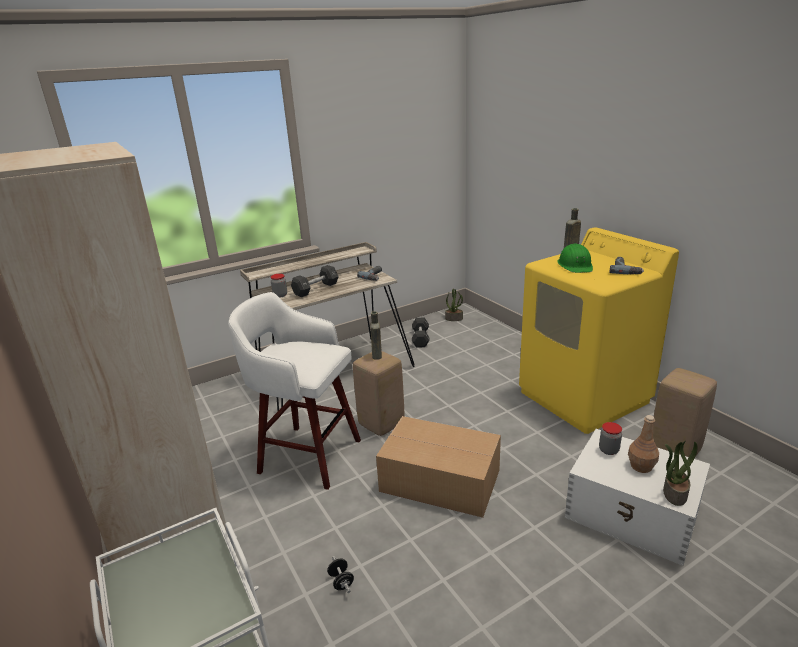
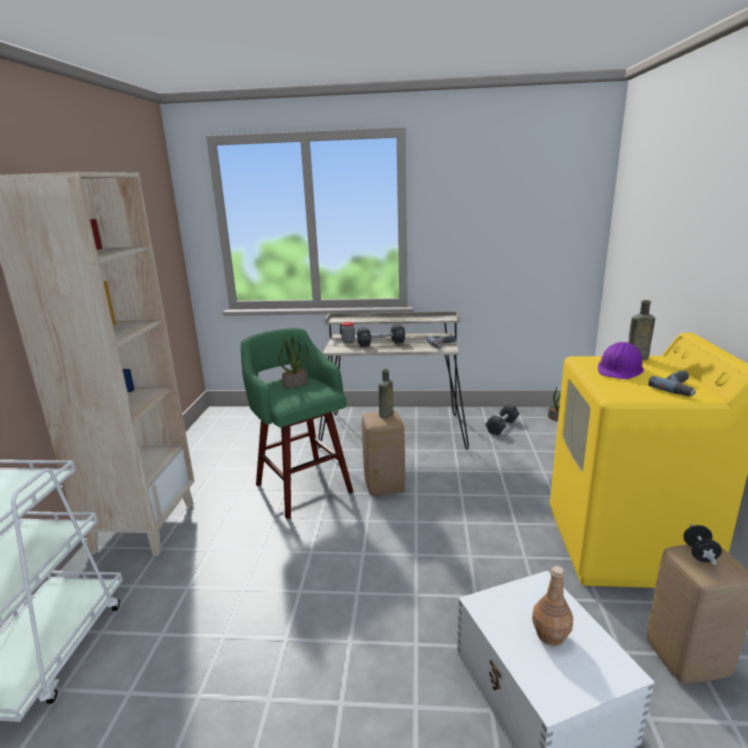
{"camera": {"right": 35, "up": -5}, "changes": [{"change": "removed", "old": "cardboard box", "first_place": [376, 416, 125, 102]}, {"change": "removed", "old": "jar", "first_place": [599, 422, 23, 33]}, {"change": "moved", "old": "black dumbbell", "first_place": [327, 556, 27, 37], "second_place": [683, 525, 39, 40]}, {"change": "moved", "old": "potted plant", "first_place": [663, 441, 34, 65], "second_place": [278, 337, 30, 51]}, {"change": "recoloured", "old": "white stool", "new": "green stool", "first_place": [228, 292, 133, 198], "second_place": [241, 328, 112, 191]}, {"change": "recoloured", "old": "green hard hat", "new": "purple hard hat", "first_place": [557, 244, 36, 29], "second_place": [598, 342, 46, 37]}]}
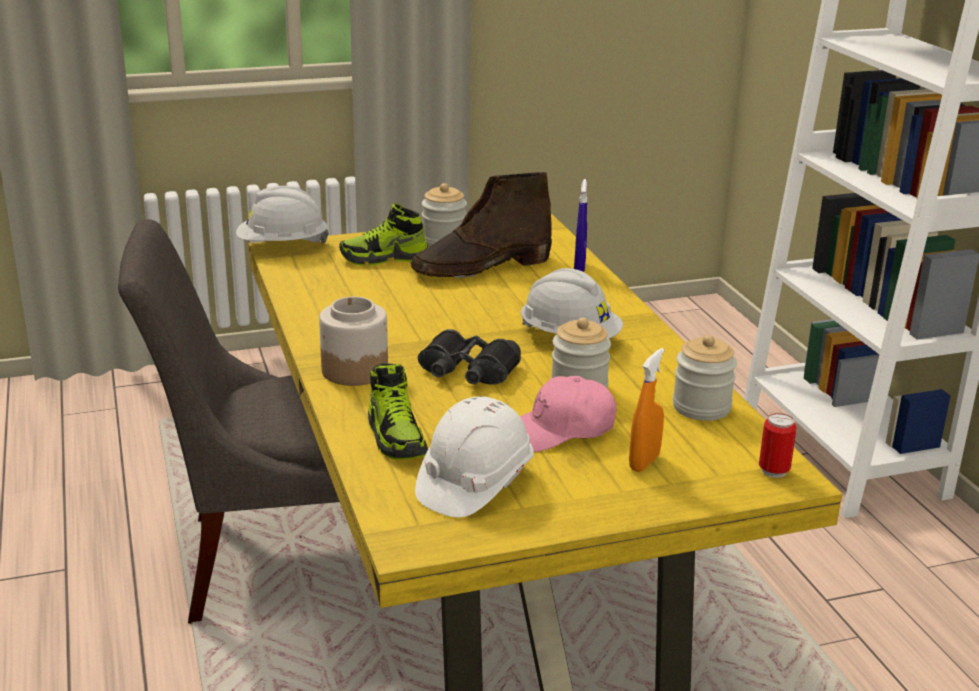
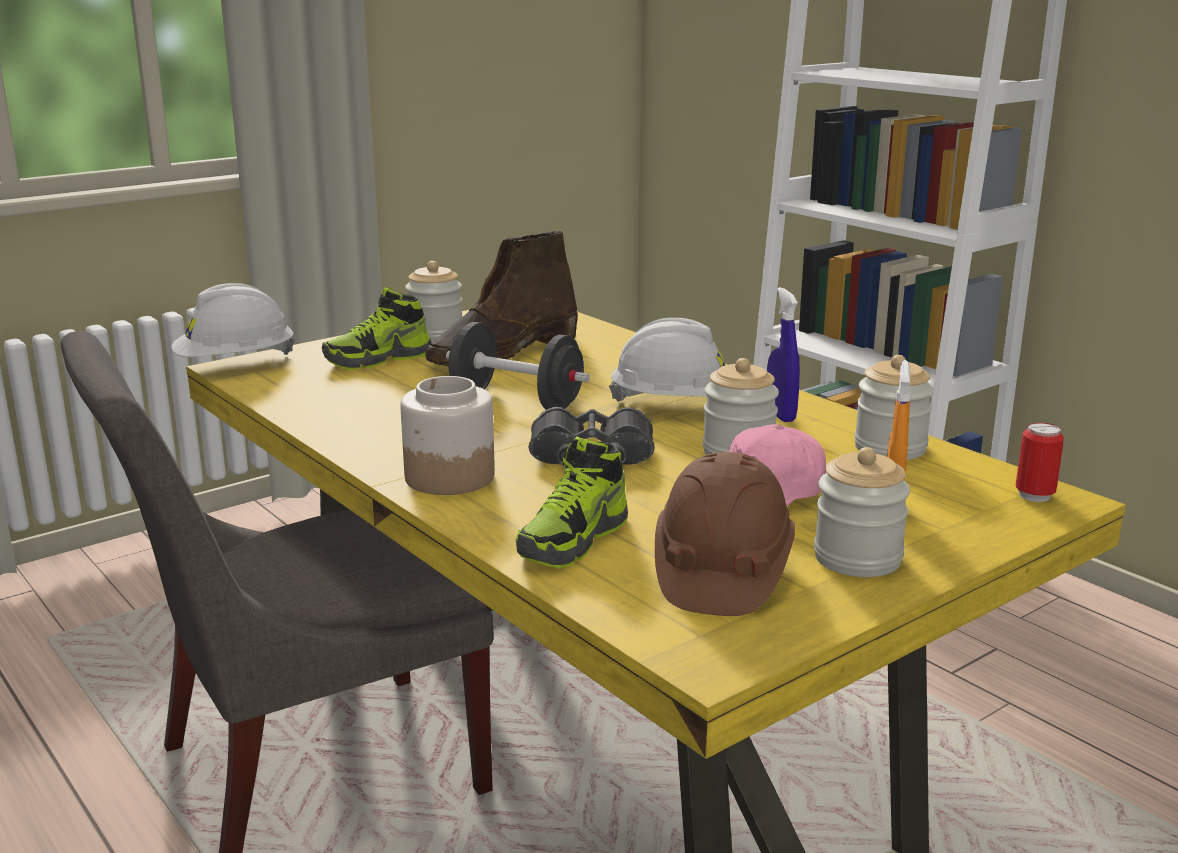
{"camera": {"right": -20, "up": -5}, "changes": [{"change": "added", "new": "black dumbbell", "second_place": [446, 322, 144, 88]}, {"change": "added", "new": "jar", "second_place": [814, 447, 96, 130]}, {"change": "moved", "old": "blue spray bottle", "first_place": [574, 179, 13, 93], "second_place": [767, 287, 33, 135]}, {"change": "recoloured", "old": "white hard hat", "new": "brown hard hat", "first_place": [415, 396, 119, 122], "second_place": [655, 452, 140, 164]}, {"change": "turned", "old": "shoe", "first_place": [368, 363, 60, 97], "second_place": [516, 436, 112, 132], "degrees": 75}]}
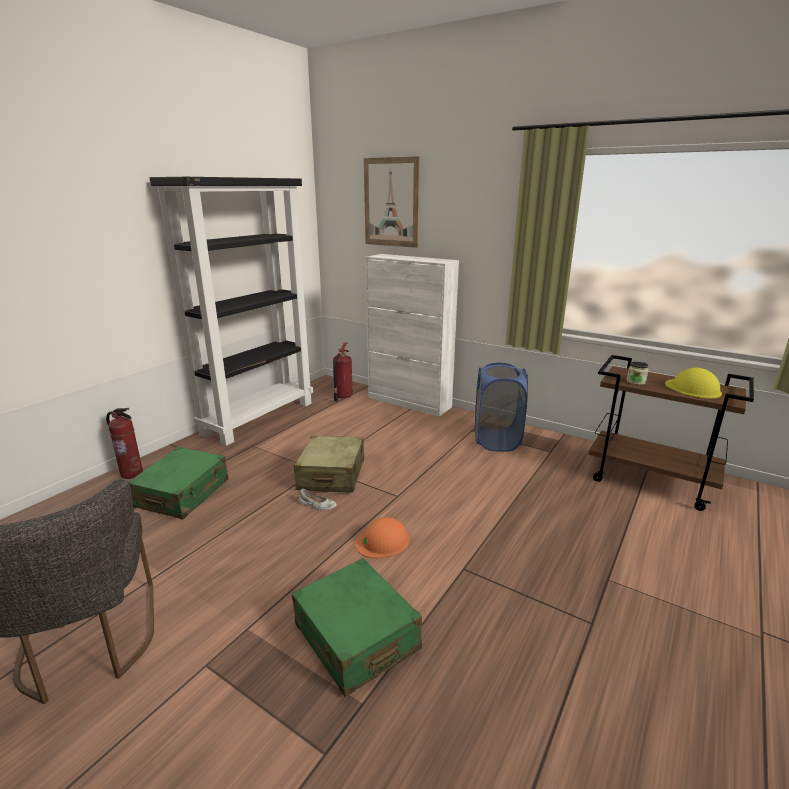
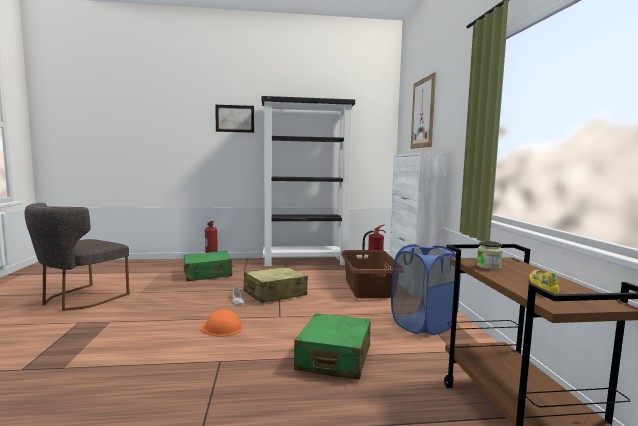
{"camera": {"right": 50, "up": -15}, "changes": [{"change": "added", "new": "picture", "second_place": [215, 105, 39, 28]}, {"change": "added", "new": "brown laundry basket", "second_place": [341, 250, 53, 48]}, {"change": "moved", "old": "green suitcase", "first_place": [292, 558, 130, 139], "second_place": [294, 313, 77, 67]}, {"change": "replaced", "old": "yellow hard hat", "new": "yellow shoe", "first_place": [665, 368, 57, 31], "second_place": [529, 270, 30, 24]}]}
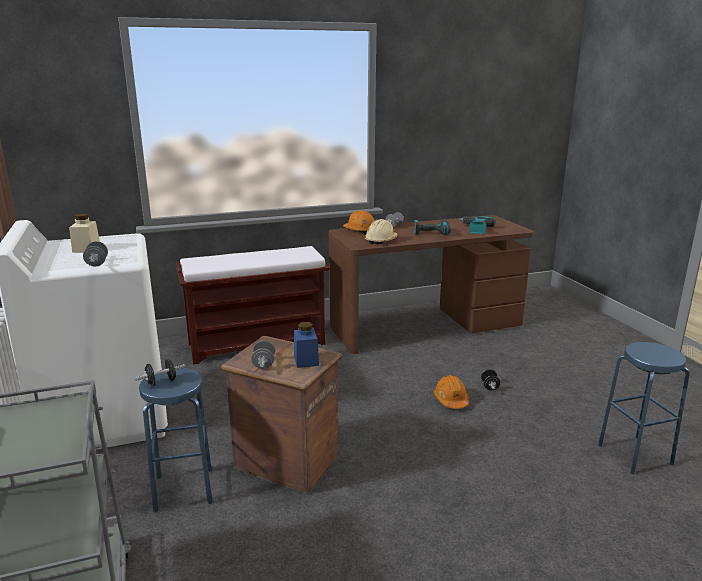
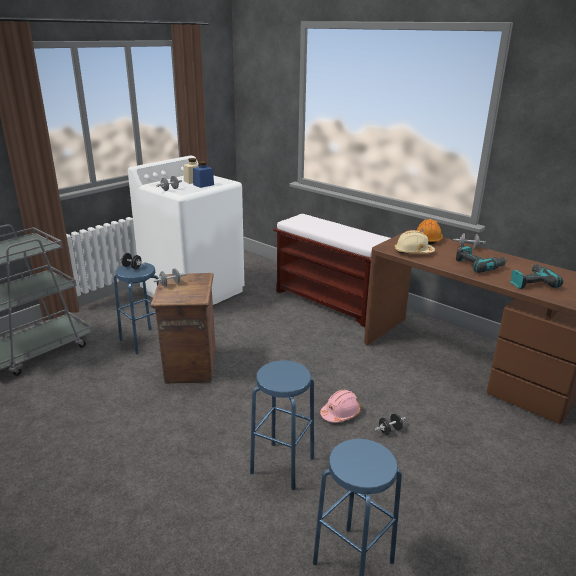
{"camera": {"right": 60, "up": 5}, "changes": [{"change": "added", "new": "blue stool", "second_place": [250, 361, 64, 129]}, {"change": "moved", "old": "blue jar", "first_place": [294, 322, 25, 46], "second_place": [193, 161, 21, 27]}, {"change": "recoloured", "old": "orange hard hat", "new": "pink hard hat", "first_place": [434, 375, 35, 34], "second_place": [320, 390, 41, 33]}]}
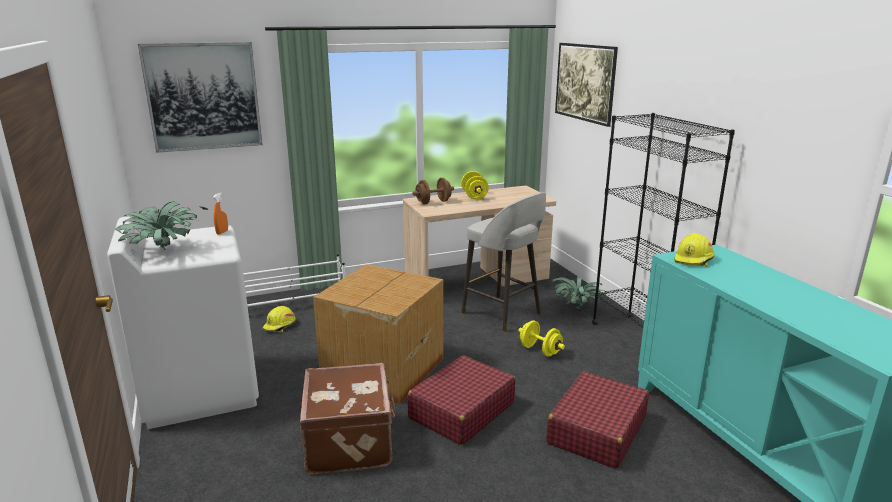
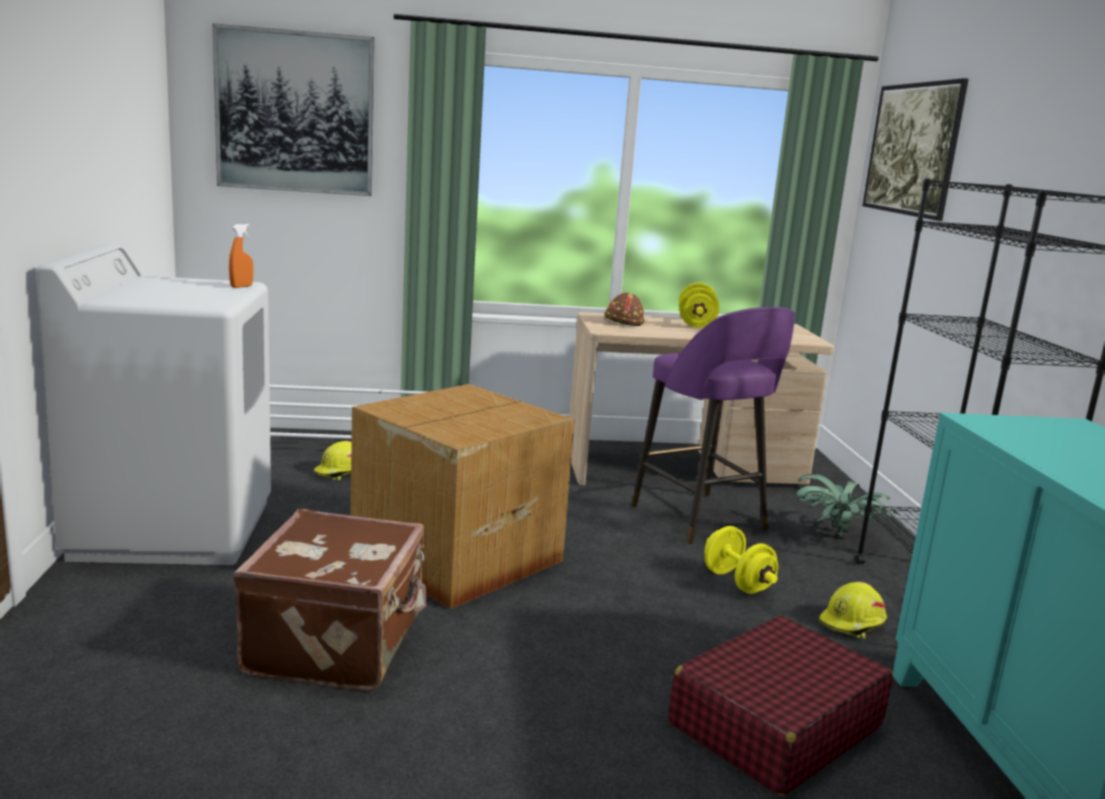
{"camera": {"right": 15, "up": -5}, "changes": [{"change": "removed", "old": "potted plant", "first_place": [115, 202, 93, 48]}, {"change": "removed", "old": "red suitcase", "first_place": [407, 355, 109, 90]}, {"change": "moved", "old": "yellow hard hat", "first_place": [674, 233, 41, 34], "second_place": [818, 582, 69, 57]}, {"change": "replaced", "old": "brown dumbbell", "new": "brown hard hat", "first_place": [412, 178, 42, 26], "second_place": [604, 293, 40, 33]}, {"change": "recoloured", "old": "grey stool", "new": "purple stool", "first_place": [461, 192, 85, 140], "second_place": [631, 307, 164, 238]}]}
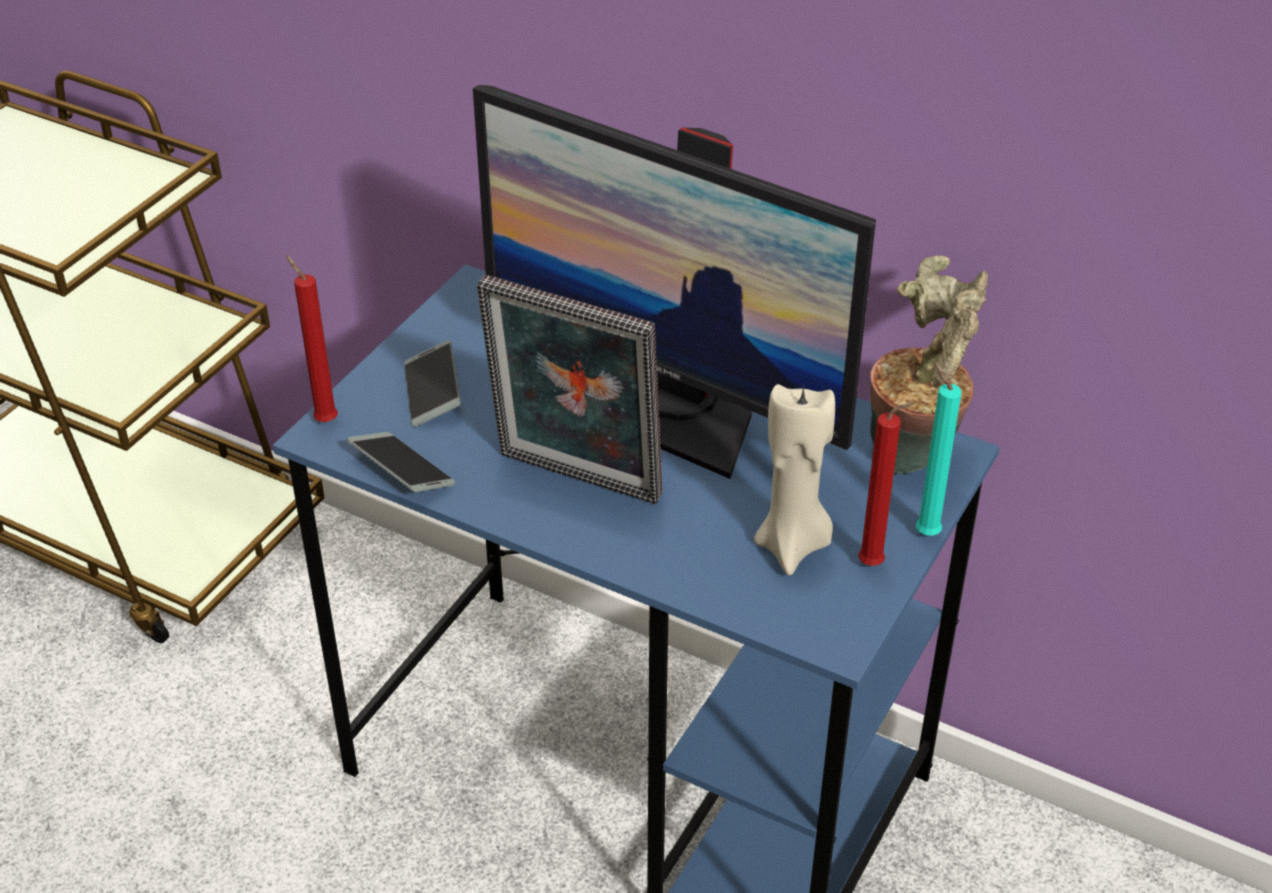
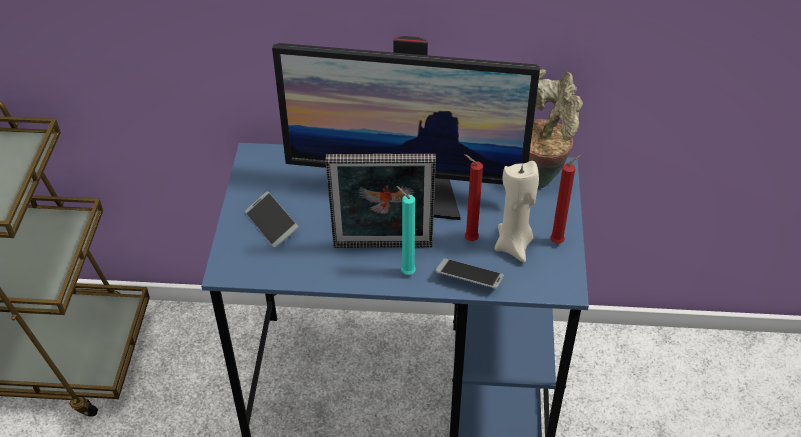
{"camera": {"right": -25, "up": 5}, "changes": [{"change": "moved", "old": "red candle", "first_place": [286, 255, 52, 167], "second_place": [464, 154, 19, 87]}, {"change": "moved", "old": "phone", "first_place": [347, 432, 108, 60], "second_place": [435, 258, 69, 31]}, {"change": "moved", "old": "turquoise candle", "first_place": [916, 362, 45, 174], "second_place": [396, 186, 20, 89]}]}
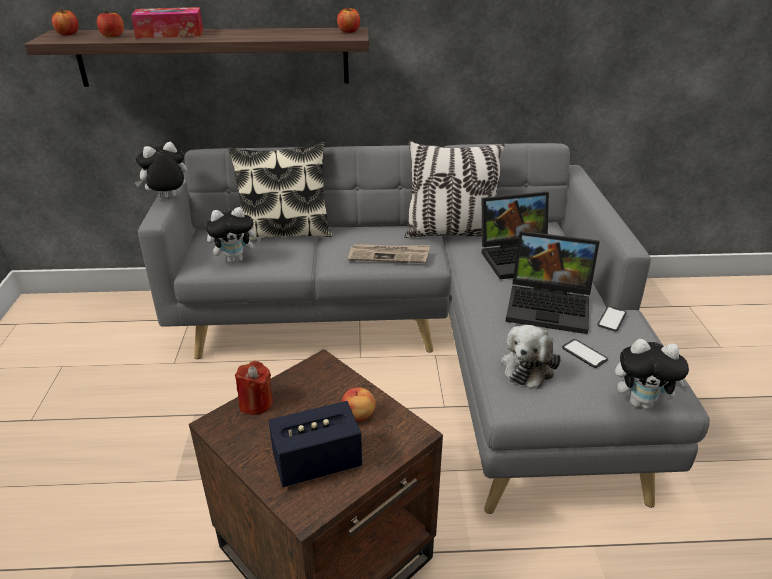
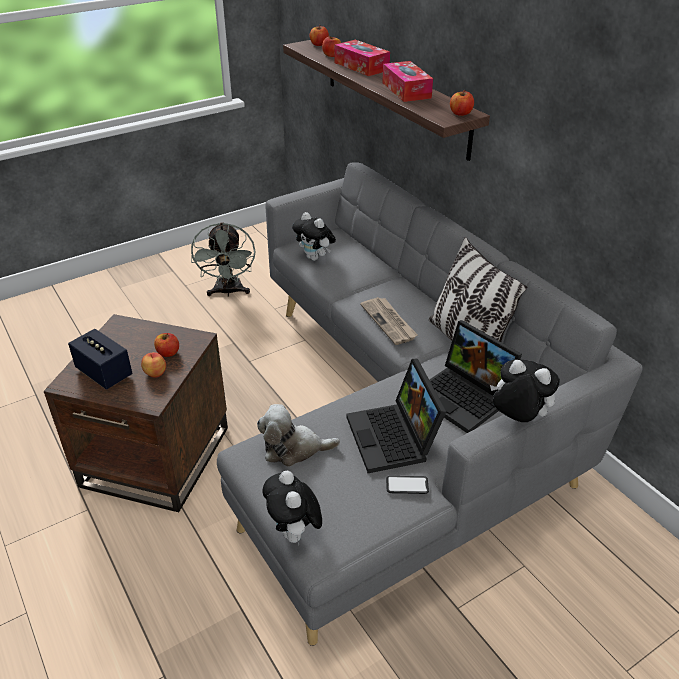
{"camera": {"right": 60, "up": 5}, "changes": [{"change": "removed", "old": "pillow", "first_place": [228, 142, 104, 99]}, {"change": "removed", "old": "red candle", "first_place": [235, 361, 38, 54]}, {"change": "removed", "old": "phone", "first_place": [562, 339, 46, 29]}, {"change": "added", "new": "apple", "second_place": [154, 333, 25, 24]}, {"change": "added", "new": "grey fan", "second_place": [191, 222, 64, 75]}, {"change": "added", "new": "tissue box", "second_place": [382, 61, 51, 41]}, {"change": "moved", "old": "plush toy", "first_place": [134, 142, 53, 57], "second_place": [490, 360, 70, 62]}]}
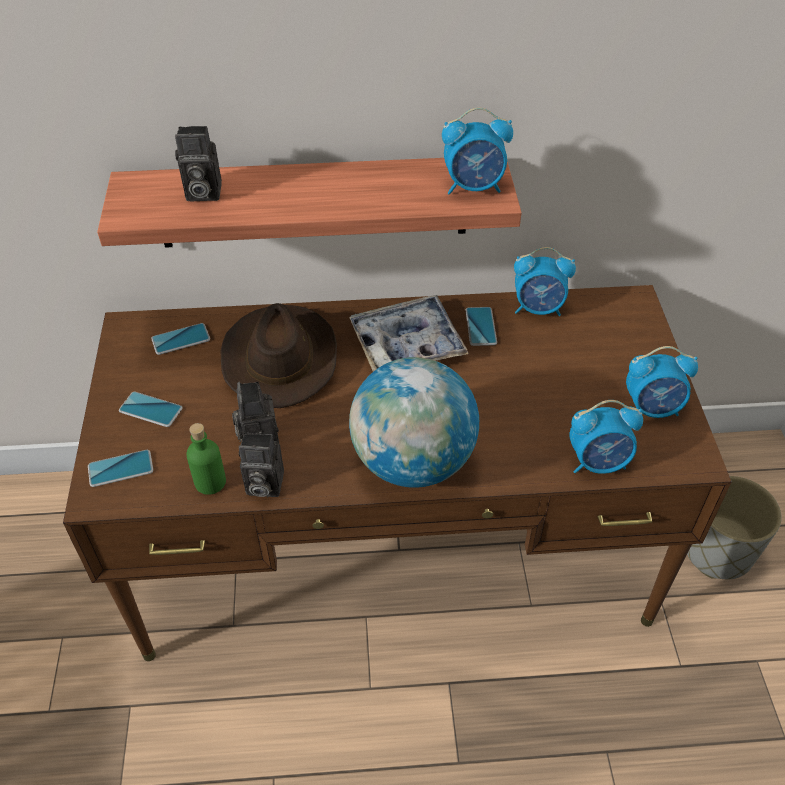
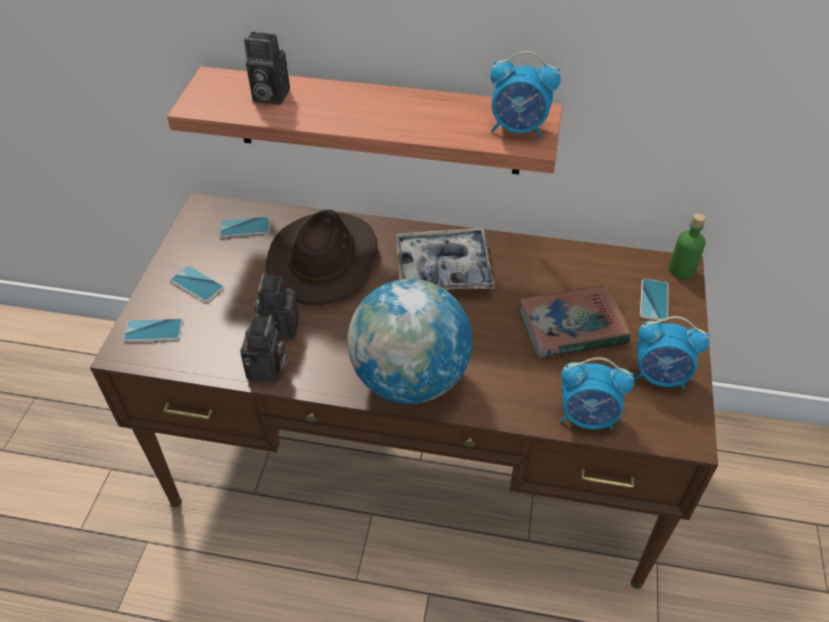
{"camera": {"right": 15, "up": 0}, "changes": [{"change": "removed", "old": "alarm clock", "first_place": [514, 247, 62, 69]}, {"change": "removed", "old": "grey planter", "first_place": [687, 476, 95, 103]}, {"change": "added", "new": "book", "second_place": [519, 285, 112, 73]}, {"change": "moved", "old": "green bottle", "first_place": [186, 423, 40, 72], "second_place": [669, 213, 37, 66]}, {"change": "moved", "old": "phone", "first_place": [465, 307, 32, 39], "second_place": [640, 279, 29, 43]}, {"change": "turned", "old": "photo camera", "first_place": [239, 432, 45, 65], "second_place": [240, 315, 47, 67], "degrees": -105}]}
